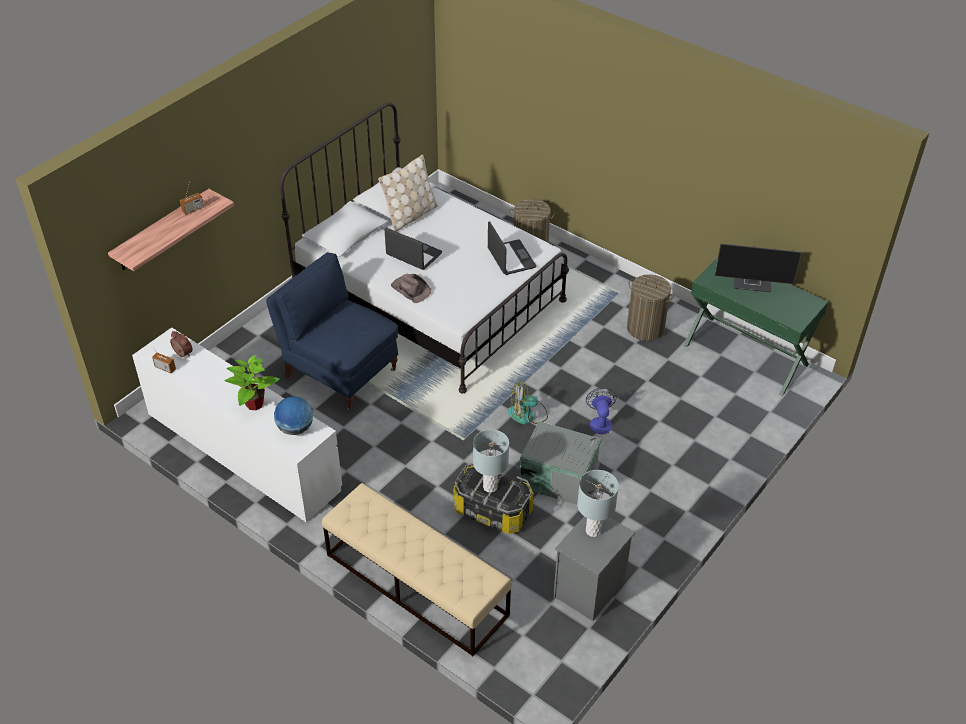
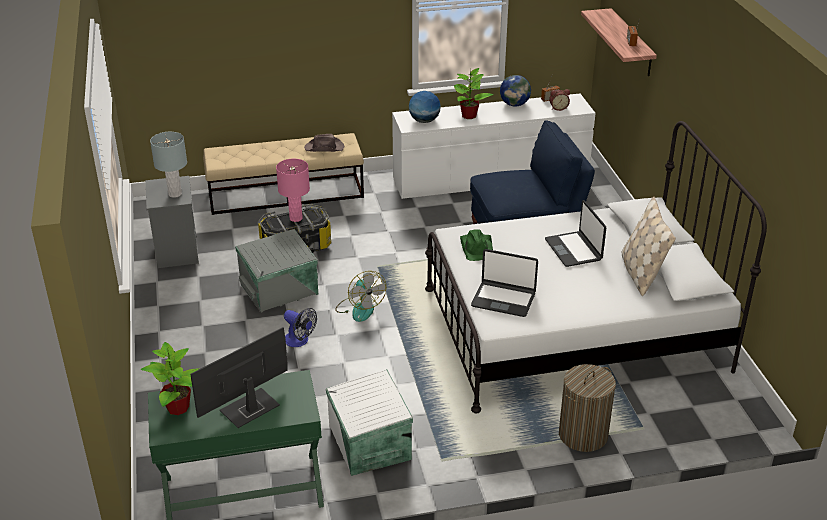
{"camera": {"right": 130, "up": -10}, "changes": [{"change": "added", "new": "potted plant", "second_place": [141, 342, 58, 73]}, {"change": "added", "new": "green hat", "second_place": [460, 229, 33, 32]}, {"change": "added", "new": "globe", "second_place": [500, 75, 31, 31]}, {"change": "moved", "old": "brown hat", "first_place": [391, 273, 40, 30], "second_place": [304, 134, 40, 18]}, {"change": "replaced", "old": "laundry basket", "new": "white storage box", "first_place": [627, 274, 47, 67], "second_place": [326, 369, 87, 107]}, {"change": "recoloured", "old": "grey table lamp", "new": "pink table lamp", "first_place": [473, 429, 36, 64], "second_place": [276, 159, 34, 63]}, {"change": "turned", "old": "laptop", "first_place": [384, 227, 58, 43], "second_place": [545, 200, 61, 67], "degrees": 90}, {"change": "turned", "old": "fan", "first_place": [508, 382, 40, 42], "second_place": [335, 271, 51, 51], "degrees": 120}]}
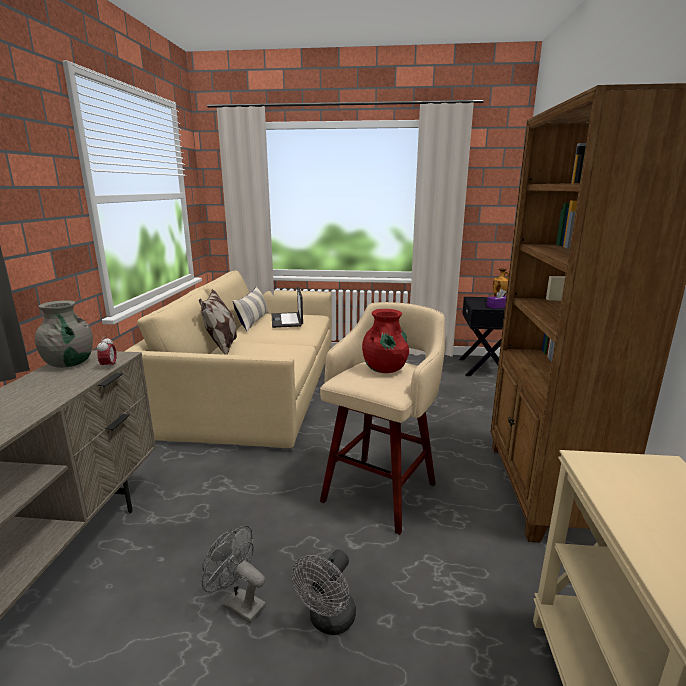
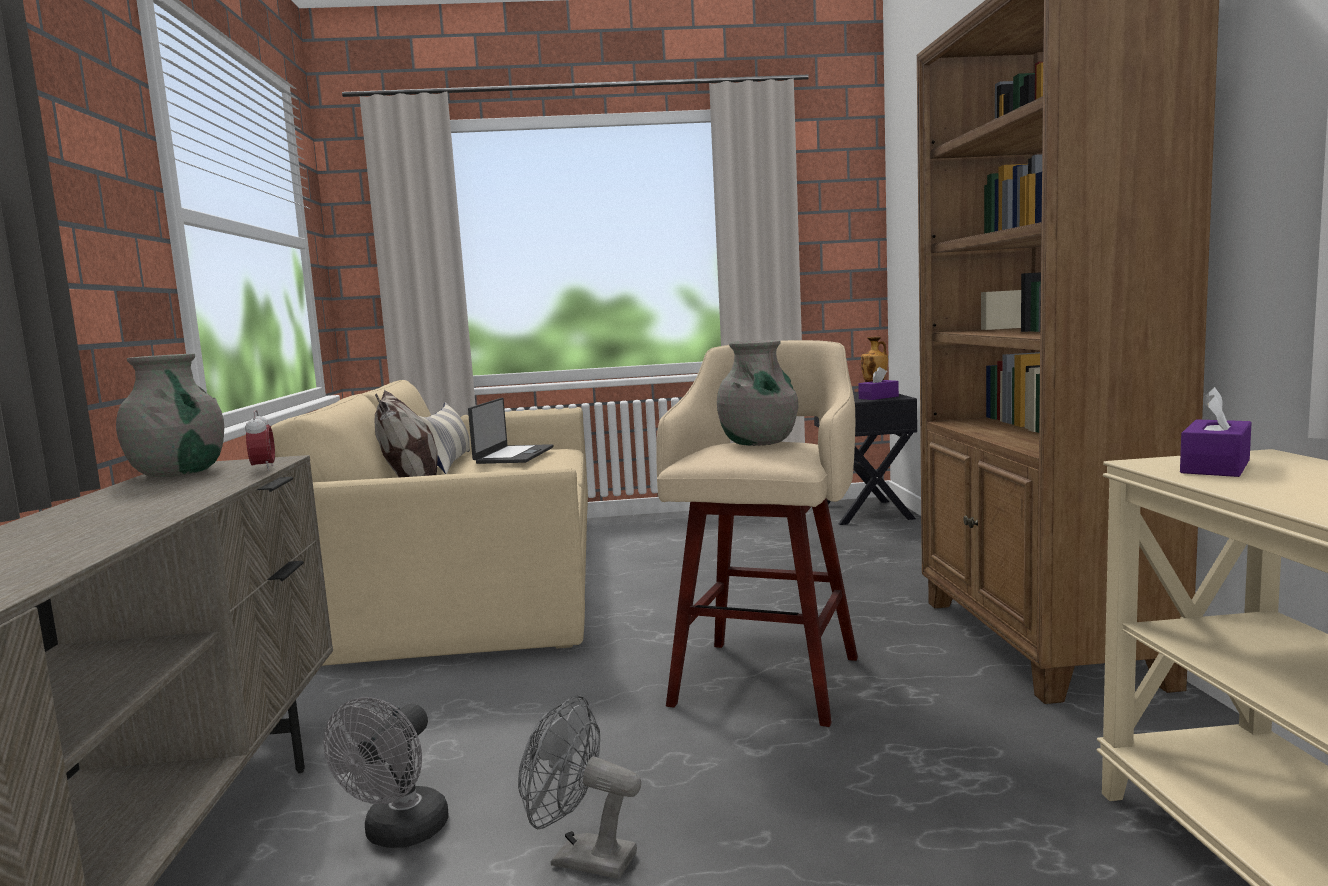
{"camera": {"right": -10, "up": -10}, "changes": [{"change": "added", "new": "purple tissue box", "second_place": [1180, 387, 72, 90]}, {"change": "moved", "old": "grey fan", "first_place": [292, 550, 64, 85], "second_place": [324, 697, 125, 151]}, {"change": "recoloured", "old": "red vase", "new": "grey vase", "first_place": [362, 309, 47, 64], "second_place": [717, 340, 82, 106]}, {"change": "turned", "old": "laptop", "first_place": [272, 286, 31, 42], "second_place": [468, 398, 86, 66], "degrees": -150}]}
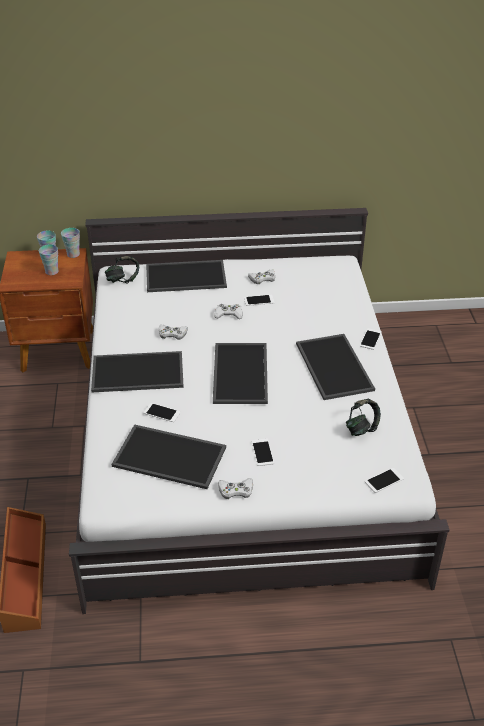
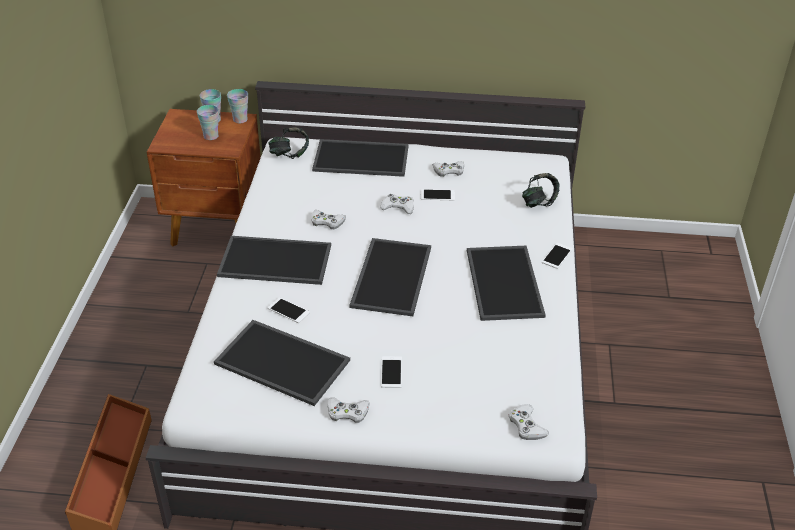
{"camera": {"right": 10, "up": 0}, "changes": [{"change": "moved", "old": "headphones", "first_place": [346, 399, 35, 37], "second_place": [522, 173, 38, 35]}, {"change": "replaced", "old": "phone", "new": "white game controller", "first_place": [365, 468, 39, 25], "second_place": [509, 404, 40, 36]}]}
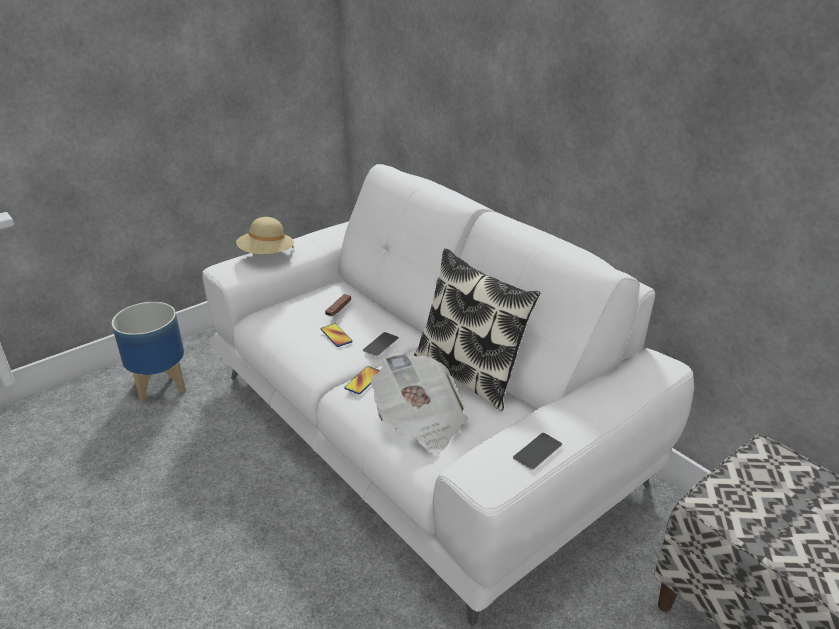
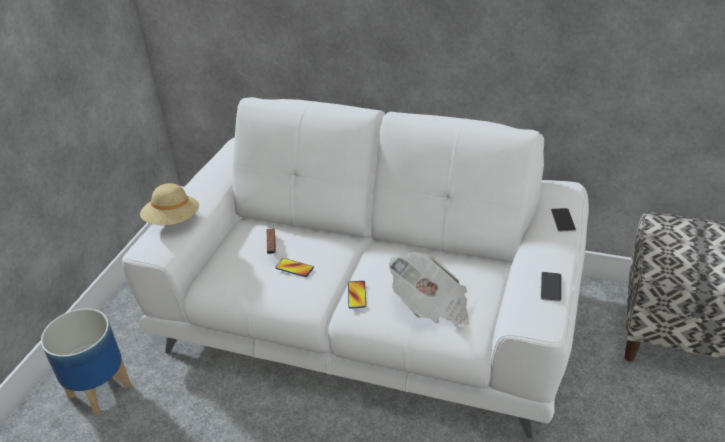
{"camera": {"right": -30, "up": 5}, "changes": [{"change": "removed", "old": "pillow", "first_place": [414, 248, 126, 163]}, {"change": "moved", "old": "phone", "first_place": [363, 332, 36, 25], "second_place": [551, 208, 25, 24]}]}
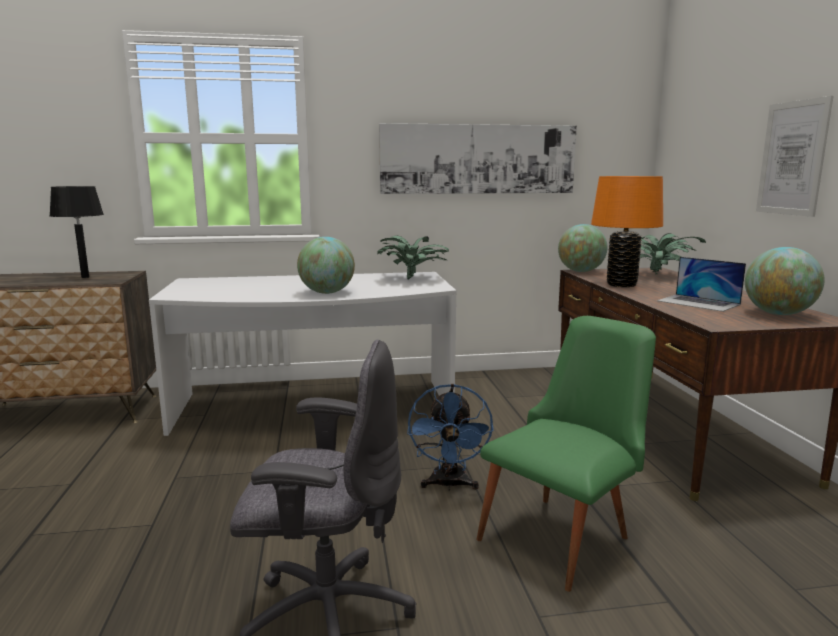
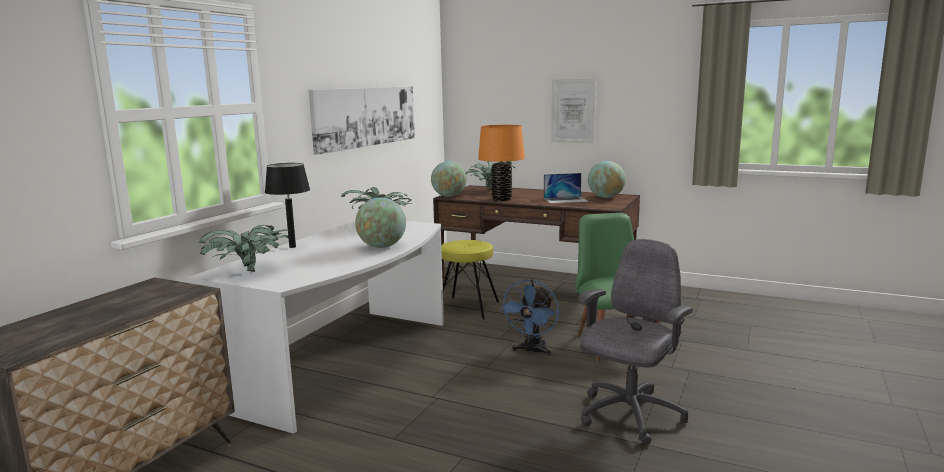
{"camera": {"right": -55, "up": 0}, "changes": [{"change": "added", "new": "potted plant", "second_place": [199, 225, 90, 47]}, {"change": "added", "new": "yellow stool", "second_place": [441, 240, 58, 80]}, {"change": "moved", "old": "black table lamp", "first_place": [49, 186, 55, 92], "second_place": [265, 163, 45, 85]}, {"change": "turned", "old": "blue fan", "first_place": [407, 384, 87, 107], "second_place": [499, 279, 60, 77], "degrees": 75}]}
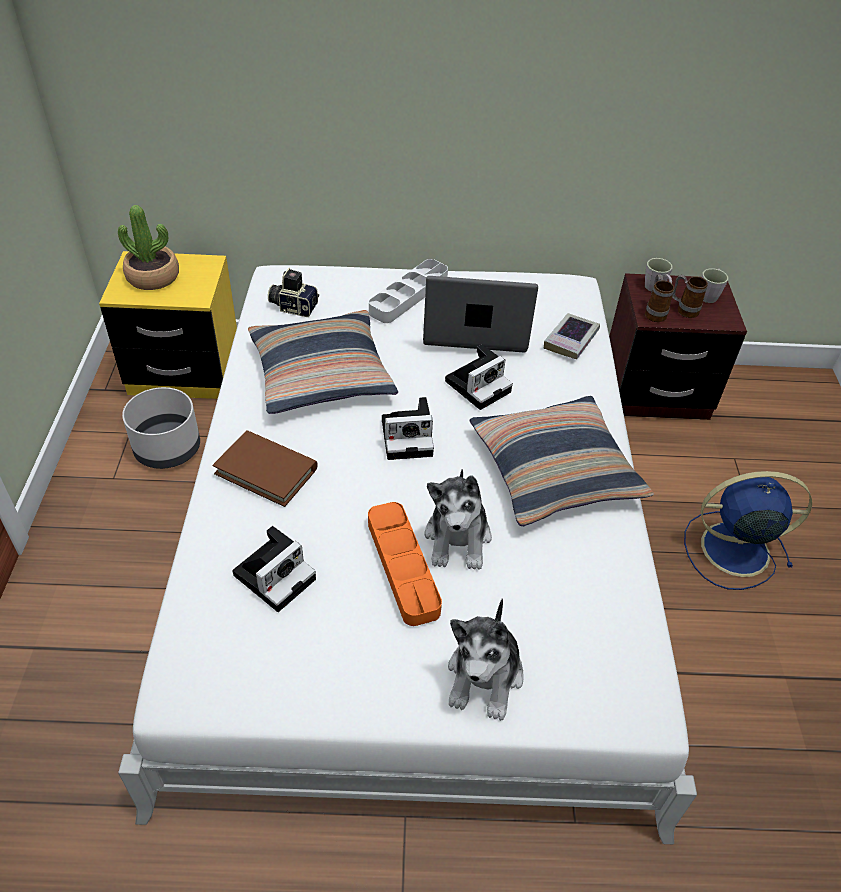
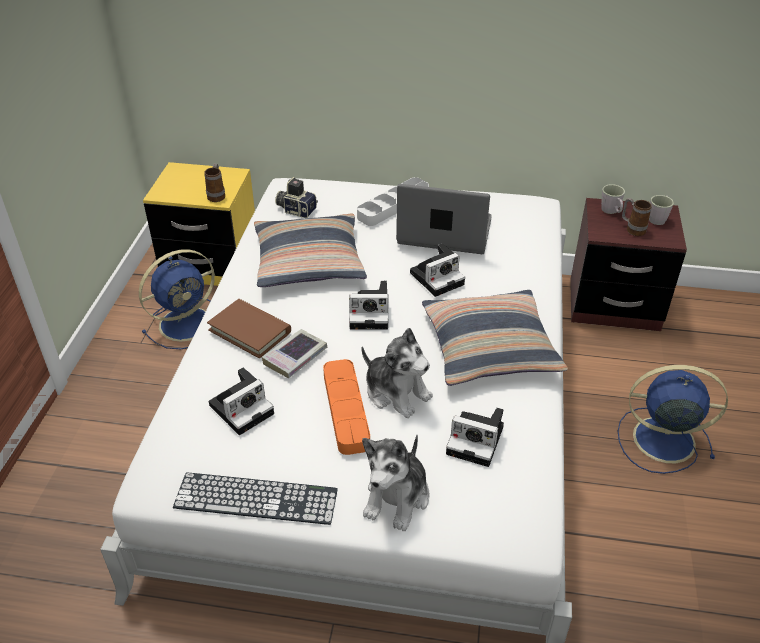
{"camera": {"right": 10, "up": -5}, "changes": [{"change": "removed", "old": "potted plant", "first_place": [118, 205, 61, 85]}, {"change": "added", "new": "keyboard", "second_place": [173, 473, 165, 52]}, {"change": "added", "new": "photo camera", "second_place": [446, 408, 58, 59]}, {"change": "moved", "old": "book", "first_place": [544, 313, 56, 46], "second_place": [262, 329, 65, 49]}, {"change": "moved", "old": "mug", "first_place": [645, 274, 29, 48], "second_place": [204, 163, 21, 39]}, {"change": "replaced", "old": "grey planter", "new": "blue fan", "first_place": [122, 387, 78, 82], "second_place": [139, 249, 76, 100]}, {"change": "turned", "old": "plush toy", "first_place": [424, 469, 68, 101], "second_place": [362, 328, 71, 90], "degrees": -60}]}
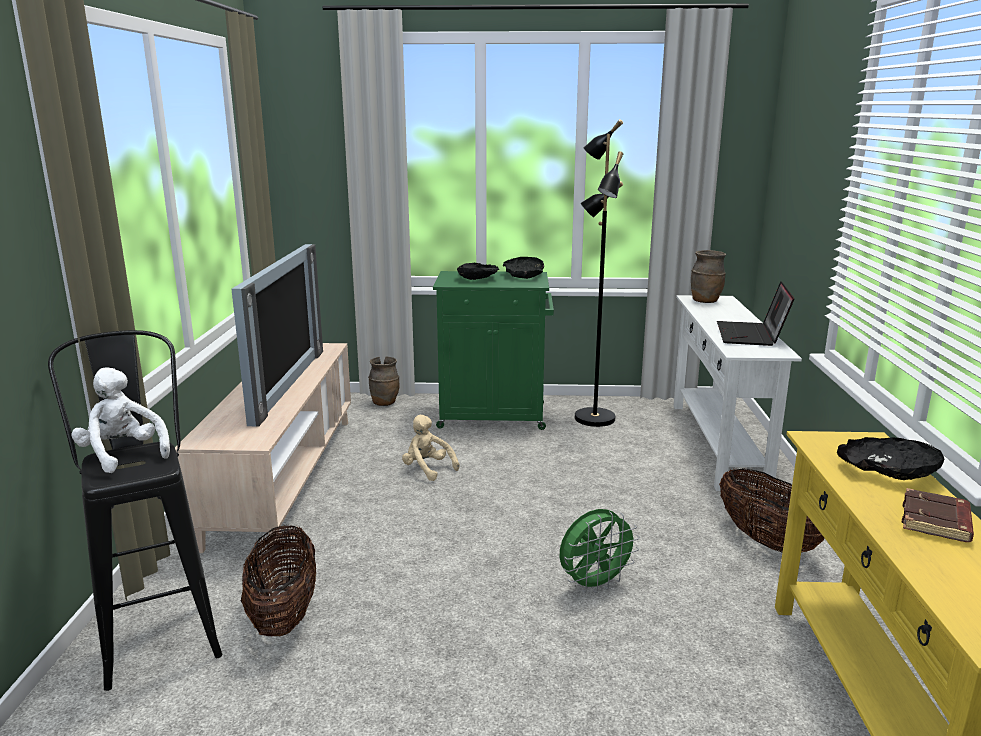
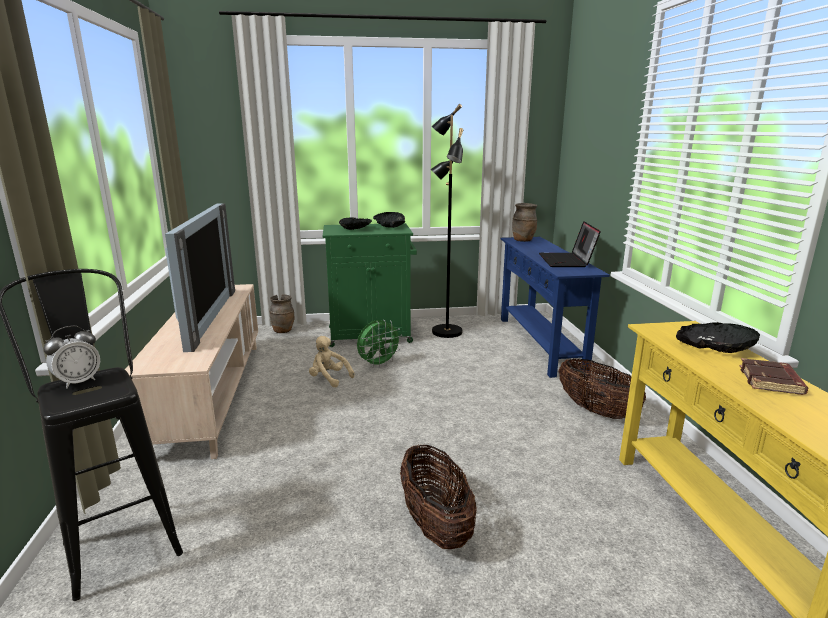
{"camera": {"right": -10, "up": 0}, "changes": [{"change": "moved", "old": "basket", "first_place": [241, 525, 75, 111], "second_place": [400, 444, 77, 105]}, {"change": "moved", "old": "green fan", "first_place": [560, 509, 80, 84], "second_place": [357, 320, 44, 48]}, {"change": "replaced", "old": "white plush toy", "new": "alarm clock", "first_place": [72, 367, 98, 106], "second_place": [43, 326, 57, 63]}, {"change": "recoloured", "old": "white console table", "new": "blue console table", "first_place": [674, 295, 128, 197], "second_place": [501, 237, 109, 141]}]}
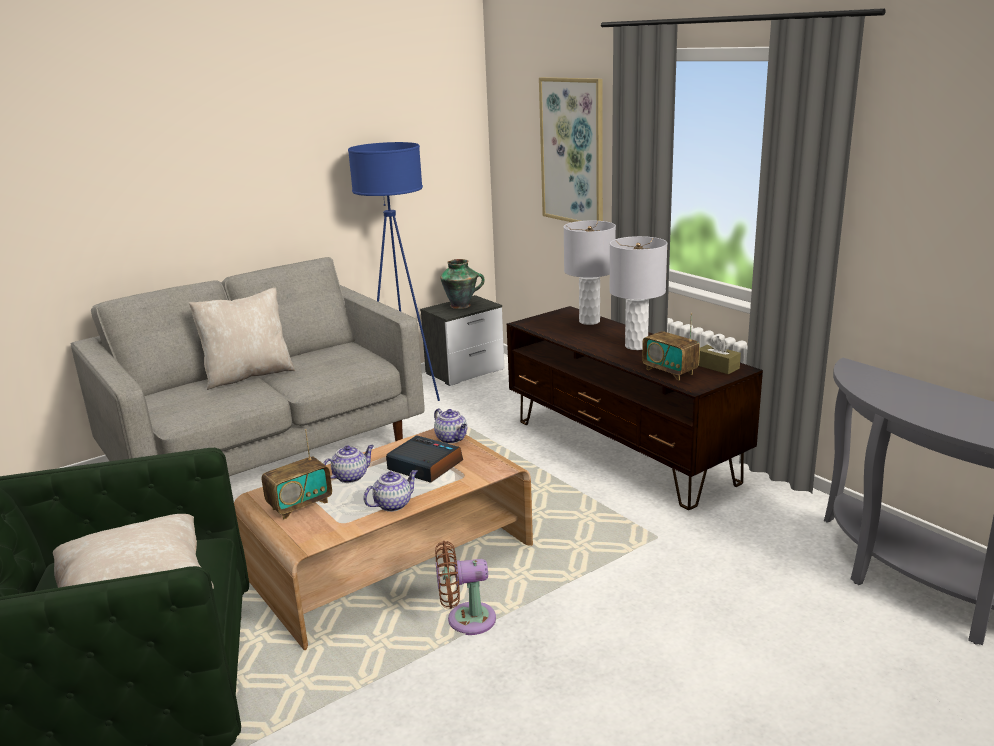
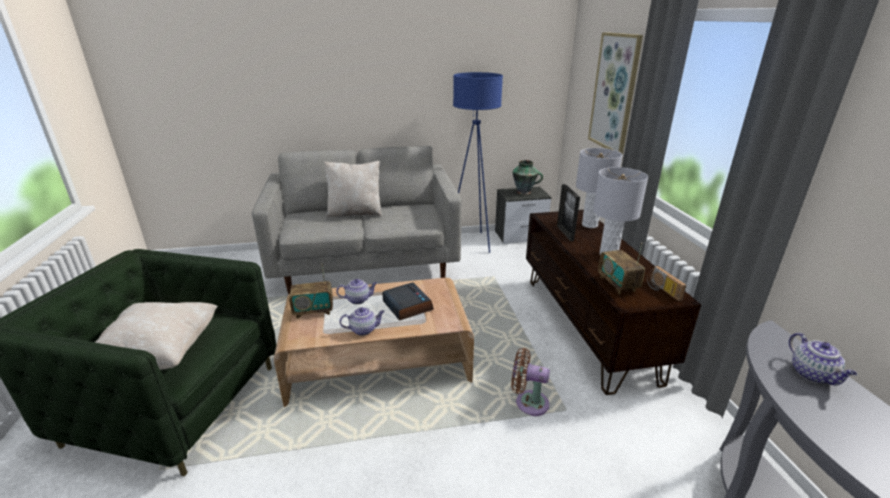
{"camera": {"right": 25, "up": 5}, "changes": [{"change": "added", "new": "picture frame", "second_place": [557, 184, 23, 57]}, {"change": "moved", "old": "teapot", "first_place": [434, 408, 33, 36], "second_place": [789, 333, 68, 52]}, {"change": "moved", "old": "brown fan", "first_place": [435, 541, 61, 94], "second_place": [511, 348, 39, 68]}, {"change": "replaced", "old": "brown tissue box", "new": "radio", "first_place": [699, 336, 42, 38], "second_place": [647, 266, 40, 35]}]}
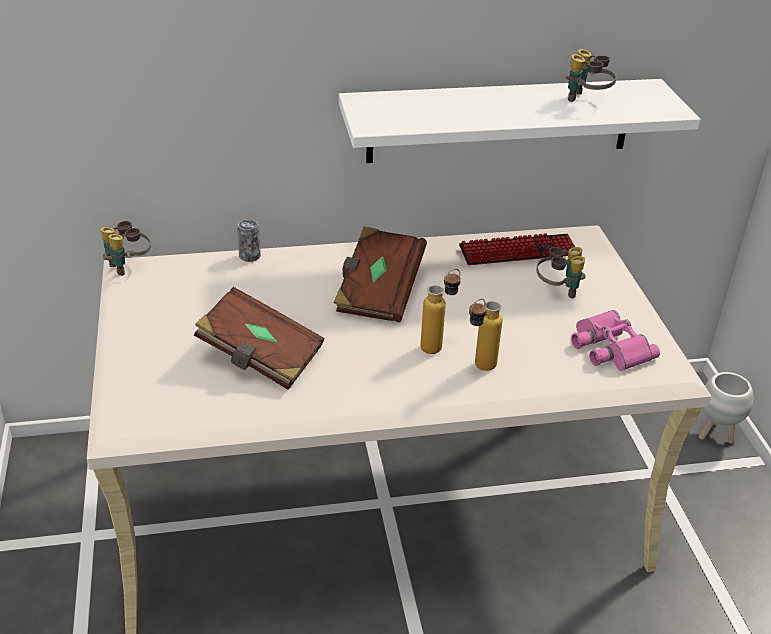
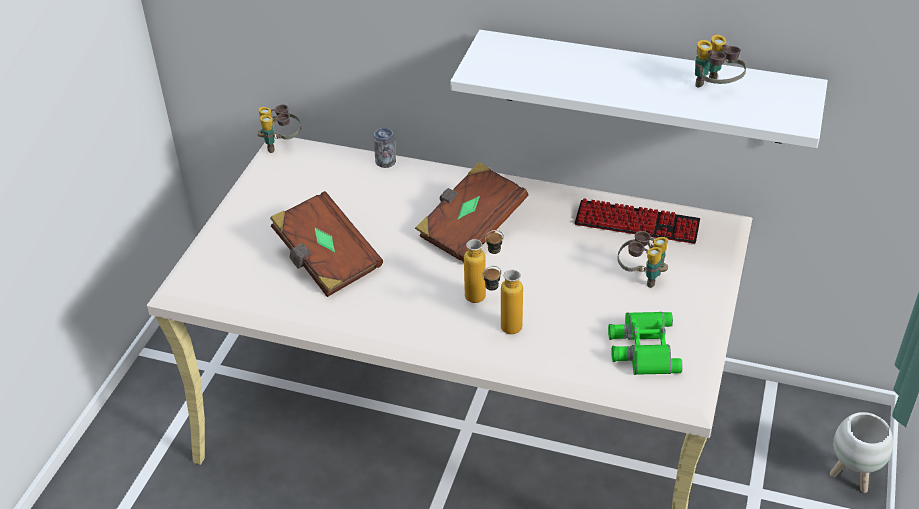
{"camera": {"right": 30, "up": 5}, "changes": [{"change": "recoloured", "old": "pink binoculars", "new": "green binoculars", "first_place": [571, 310, 89, 61], "second_place": [608, 312, 75, 63]}]}
